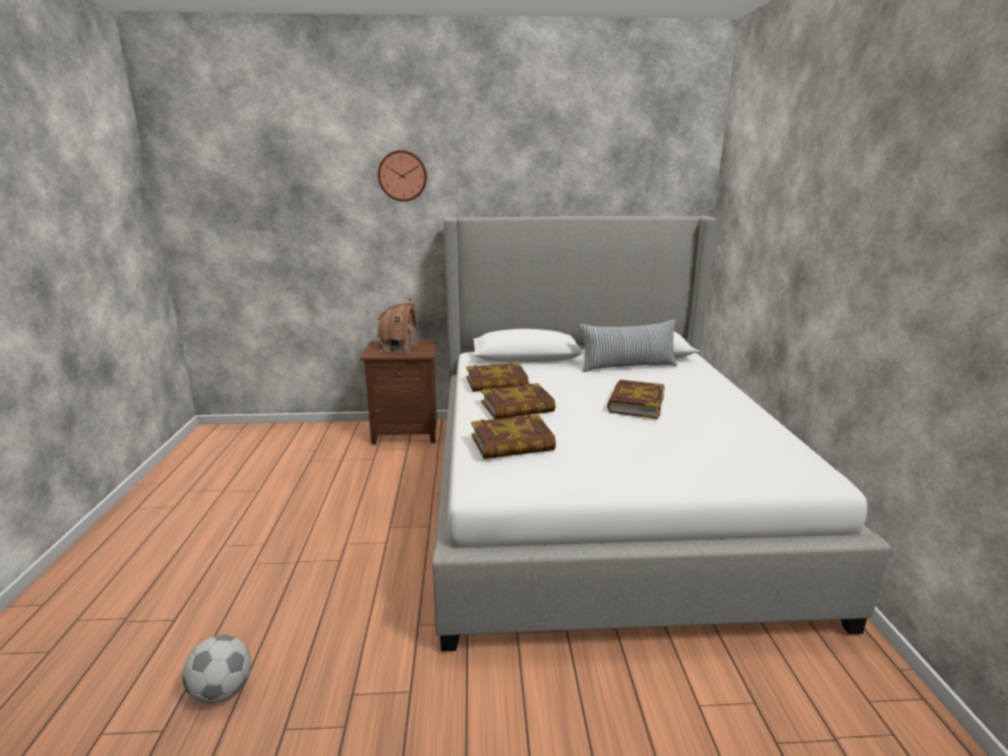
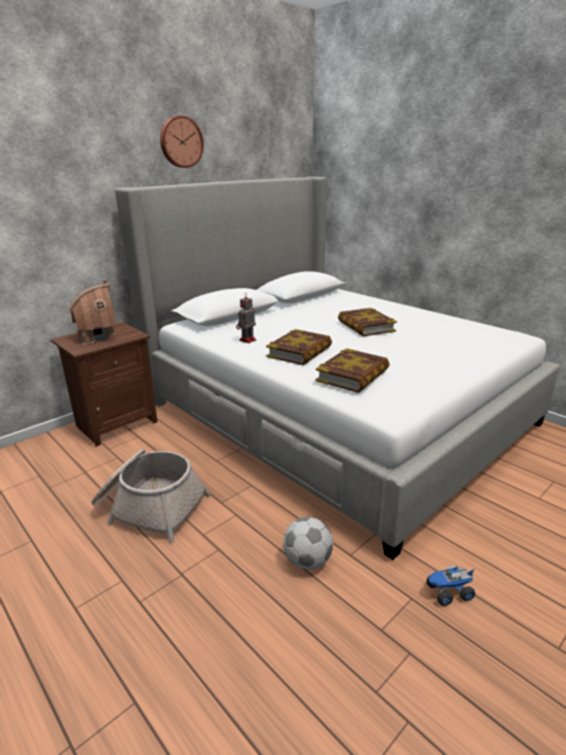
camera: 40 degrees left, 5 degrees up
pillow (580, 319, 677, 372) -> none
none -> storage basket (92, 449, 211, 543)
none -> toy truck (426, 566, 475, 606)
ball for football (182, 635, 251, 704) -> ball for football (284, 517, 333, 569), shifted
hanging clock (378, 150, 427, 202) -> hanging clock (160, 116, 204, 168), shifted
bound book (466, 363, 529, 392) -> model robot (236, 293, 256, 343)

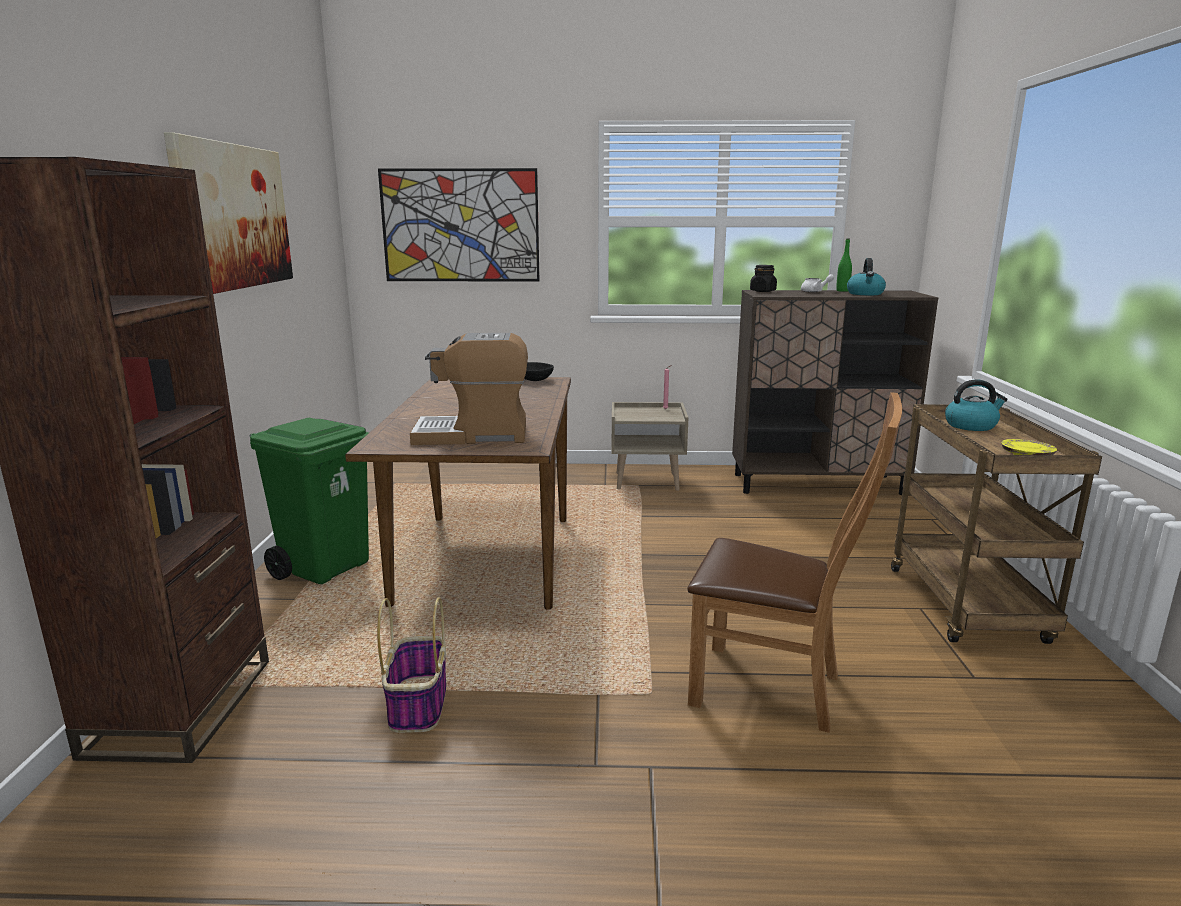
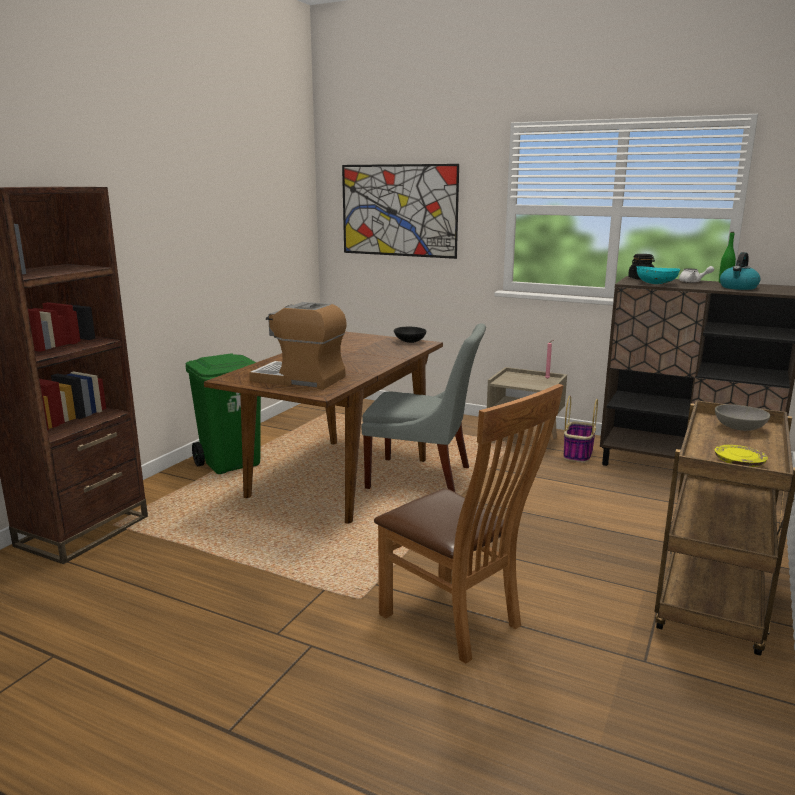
camera: 25 degrees right, 0 degrees up
wall picture (164, 132, 293, 294) -> none
none -> chair (grey) (362, 323, 486, 493)
none -> deep dish (turquoise-coloured) (636, 266, 680, 284)
storage basket (377, 598, 446, 733) -> storage basket (564, 396, 598, 463), shifted
kettle (945, 379, 1008, 431) -> deep dish (grey) (715, 404, 770, 431)

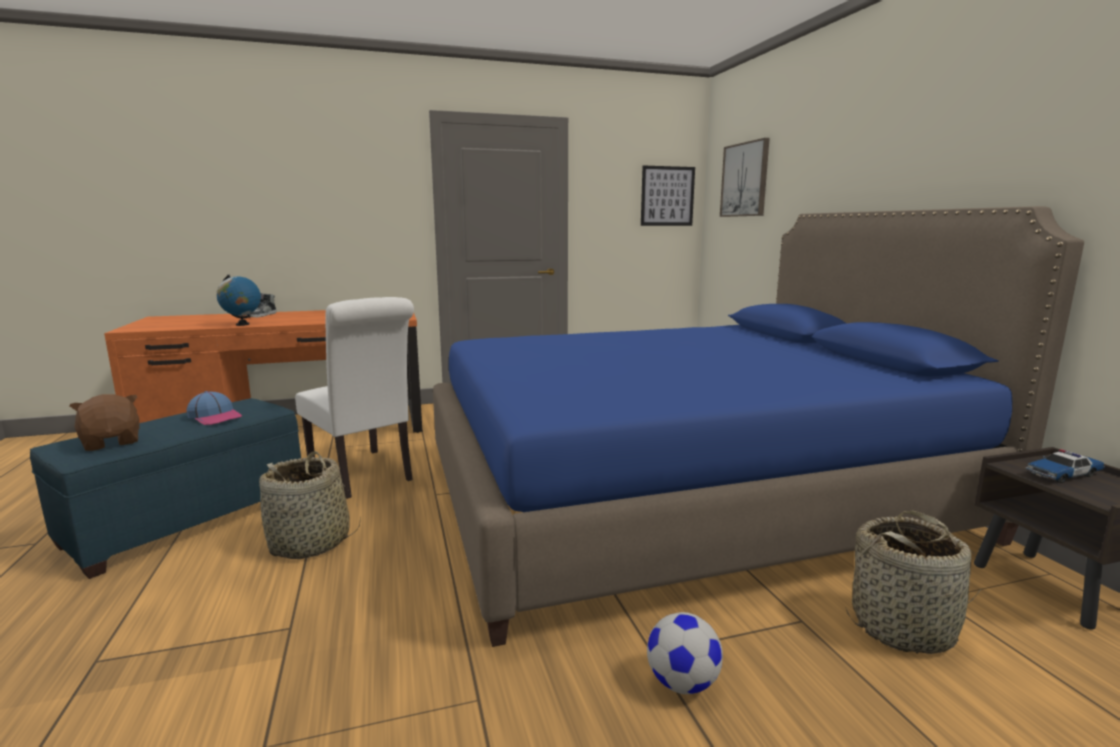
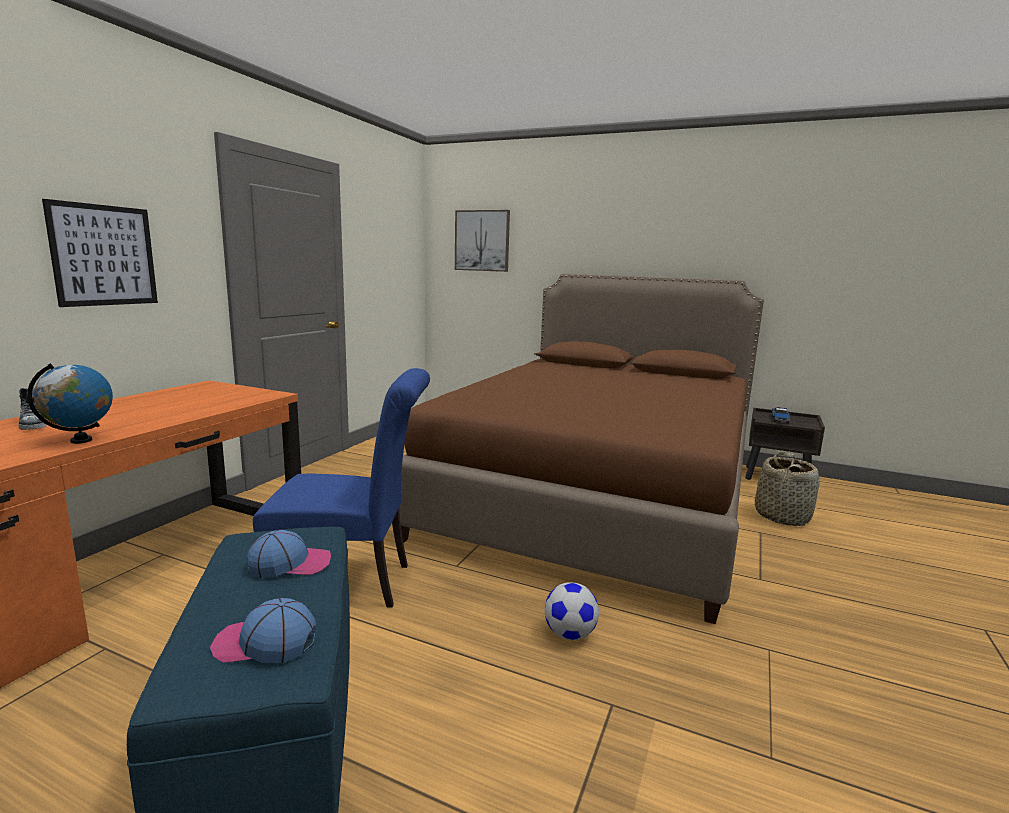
camera: 50 degrees left, 0 degrees up
storage basket (259, 451, 361, 559) -> none
wall picture (641, 166, 695, 226) -> wall picture (42, 199, 158, 307), shifted
ball for football (647, 612, 723, 694) -> ball for football (545, 582, 599, 640), shifted
soft toy (brown-coloured) (70, 394, 140, 451) -> baseball cap (210, 598, 316, 663)
chair (white) (295, 297, 414, 499) -> chair (bluish) (253, 368, 430, 608)
bed (bluish) (433, 206, 1084, 647) -> bed (brown-coloured) (399, 274, 764, 624)

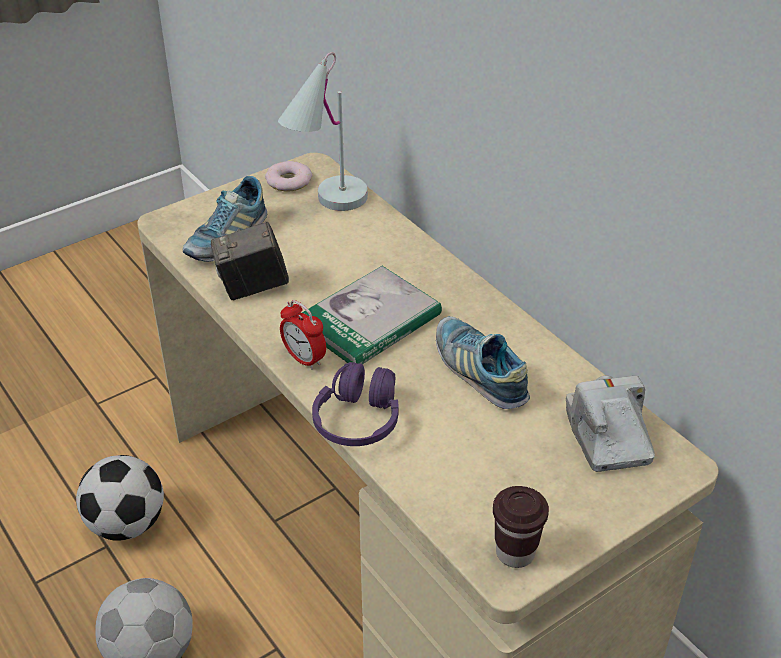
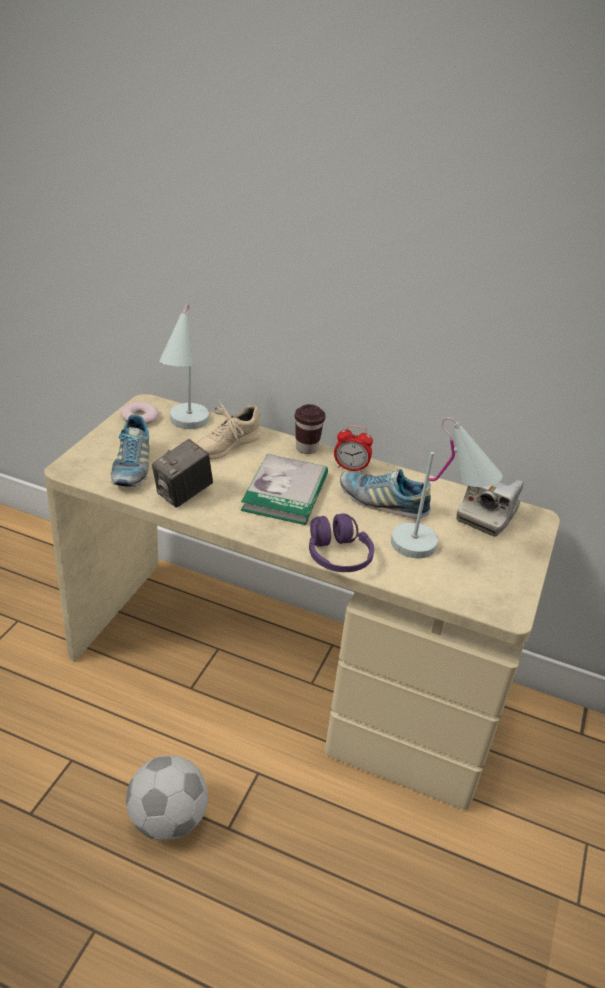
camera: 35 degrees left, 5 degrees down
ball for football (76, 455, 164, 541) -> none
none -> shoe (sand-coloured) (196, 401, 260, 459)
none -> table lamp (white) (391, 417, 503, 558)
bedside clock (280, 300, 326, 370) -> bedside clock (334, 425, 373, 472), shifted
cup (brown-coloured) (493, 486, 549, 568) -> cup (brown-coloured) (295, 404, 326, 454), shifted
photo camera (566, 376, 655, 472) -> photo camera (456, 480, 523, 537), 105 degrees counterclockwise

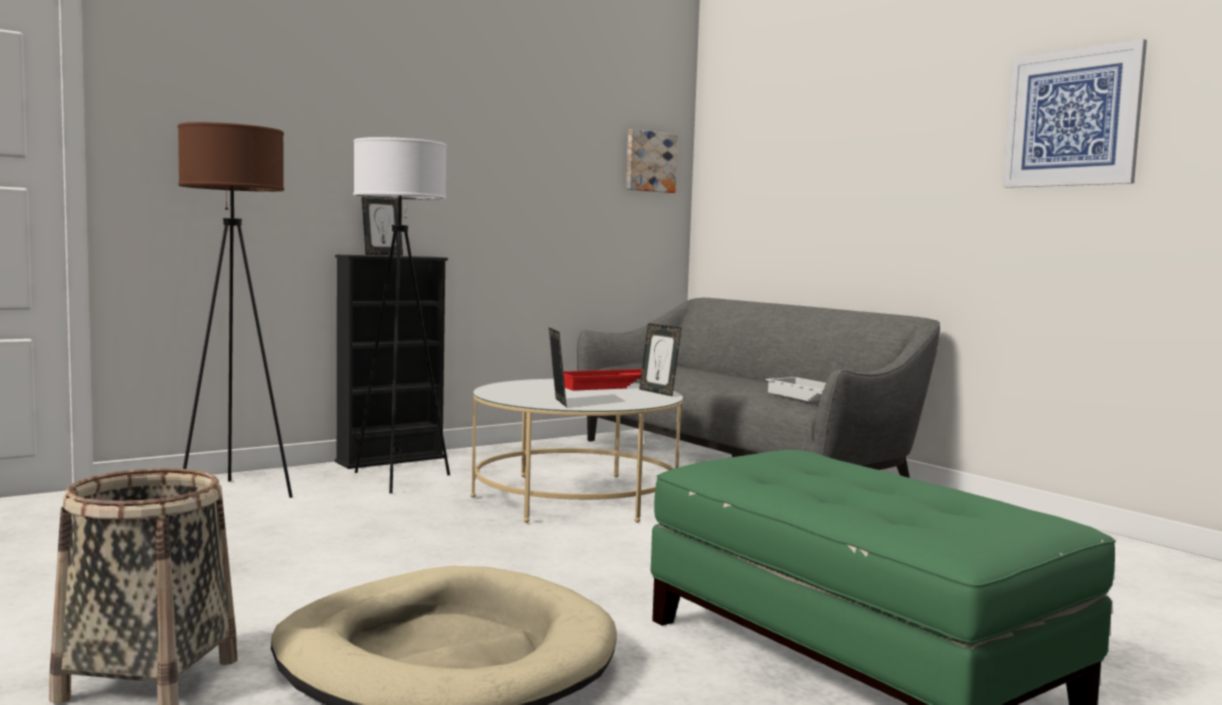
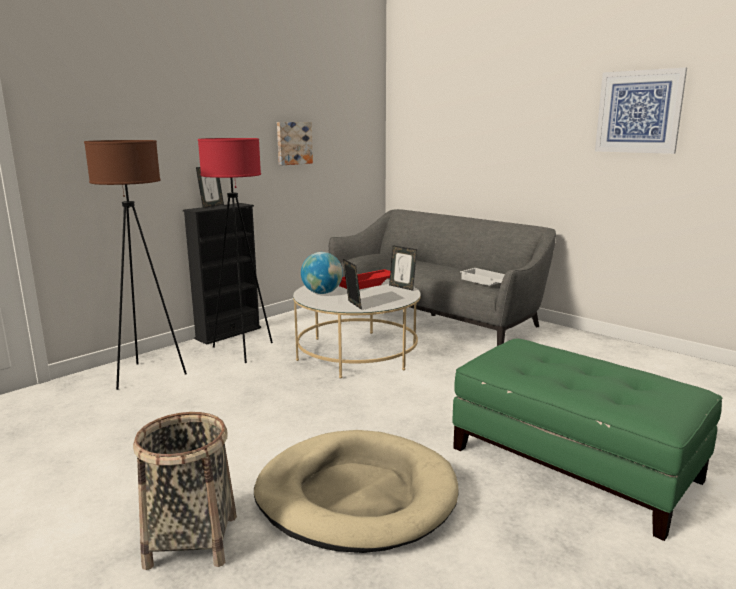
camera: 10 degrees left, 10 degrees up
none -> desk globe (301, 252, 343, 294)
wall picture (626, 129, 678, 193) -> wall picture (277, 122, 313, 165), shifted
standard lamp (white) (353, 137, 450, 493) -> standard lamp (red-coloured) (198, 138, 273, 363)

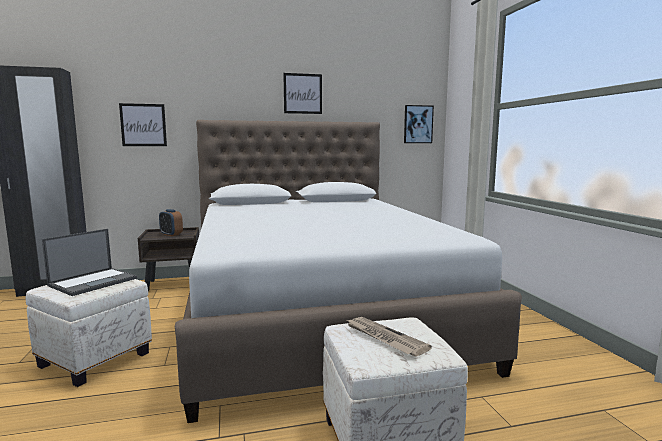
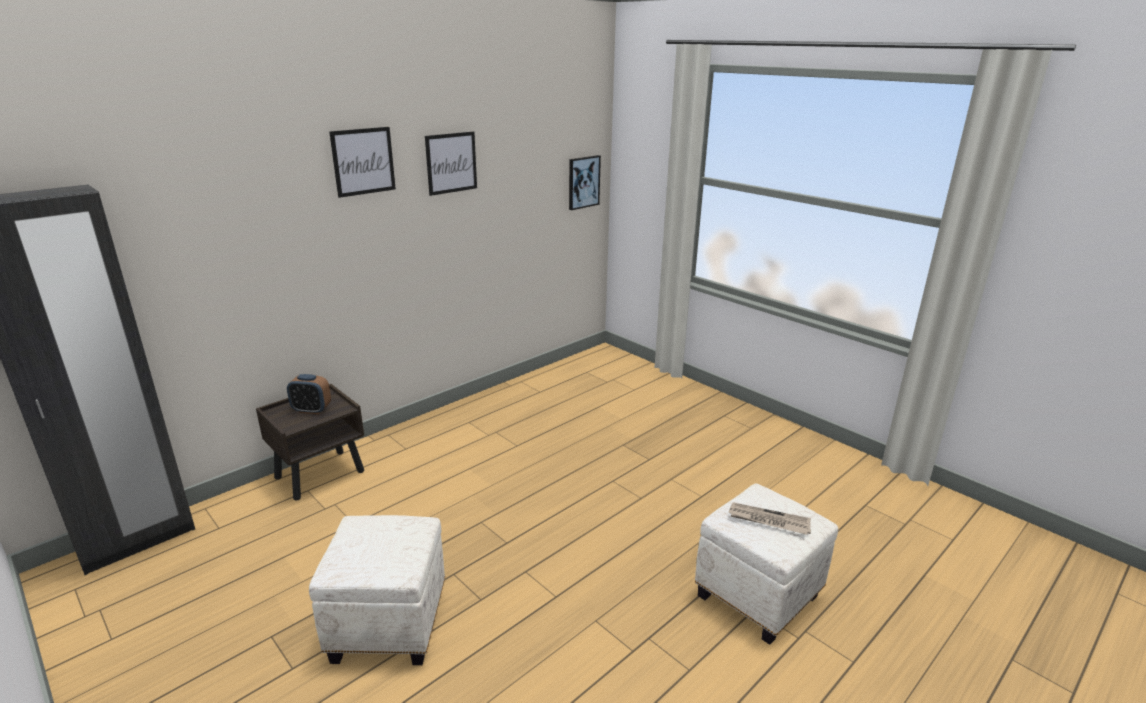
camera: 30 degrees left, 15 degrees up
portable computer (42, 229, 137, 296) -> none
bed (white) (175, 120, 522, 423) -> none
wall picture (119, 103, 167, 146) -> wall picture (329, 127, 396, 198), shifted

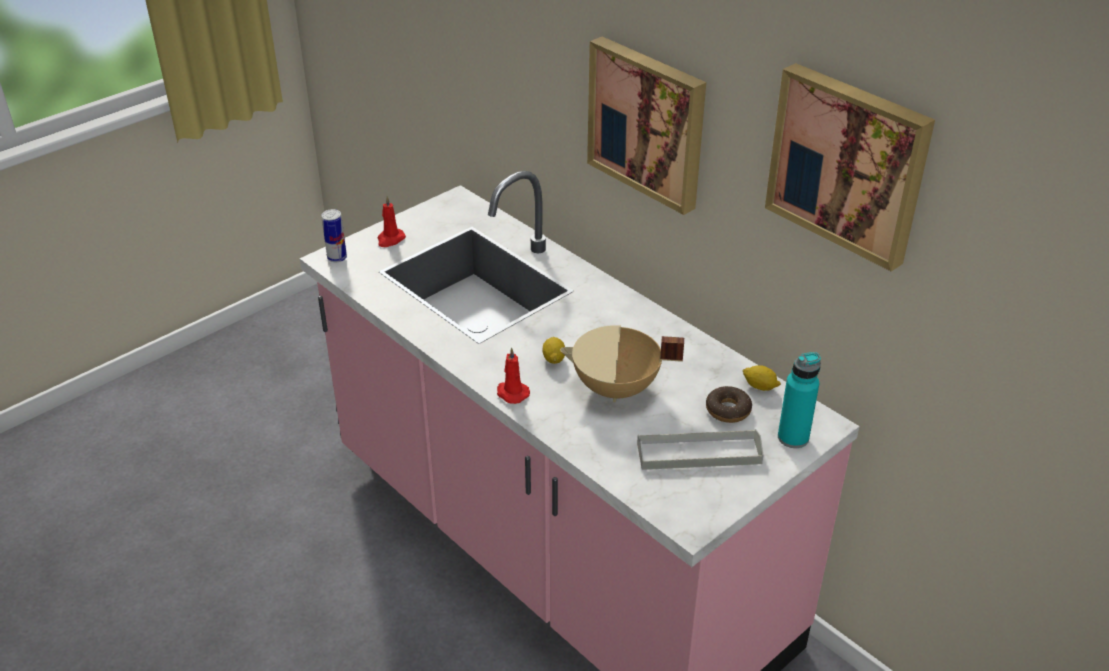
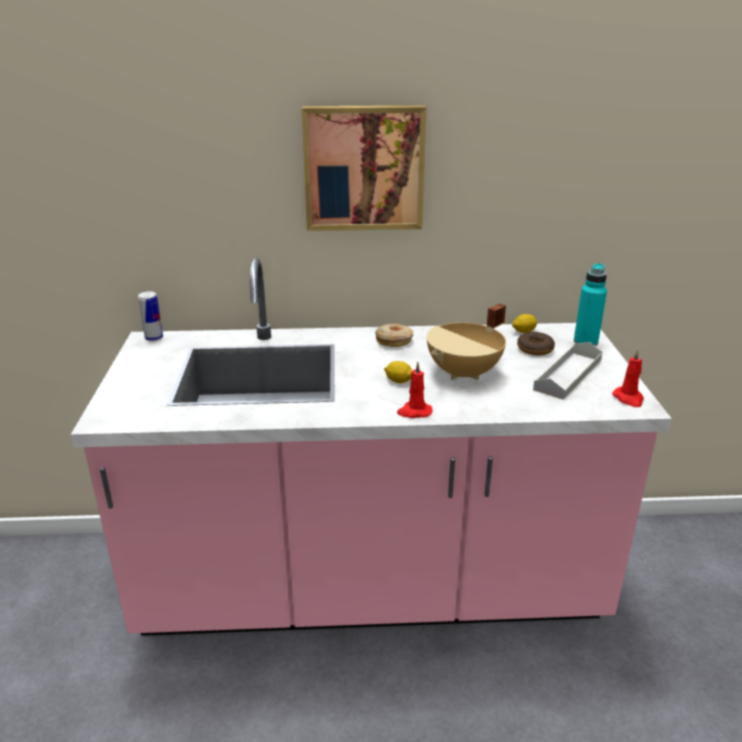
camera: 50 degrees left, 10 degrees down
wall picture (765, 63, 935, 272) -> none
none -> donut (375, 324, 413, 347)
can (321, 209, 347, 263) -> can (138, 291, 163, 341), shifted
wax light (red-coloured) (378, 196, 406, 247) -> wax light (red-coloured) (612, 349, 644, 407), shifted

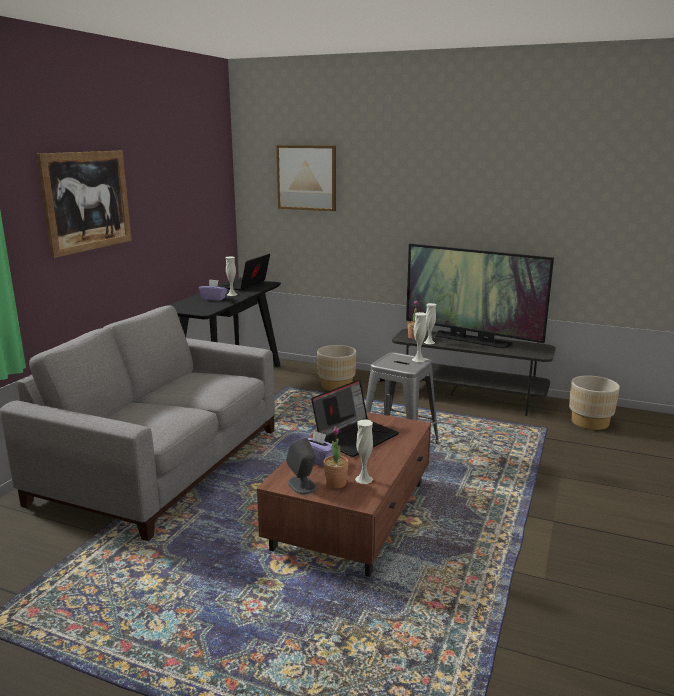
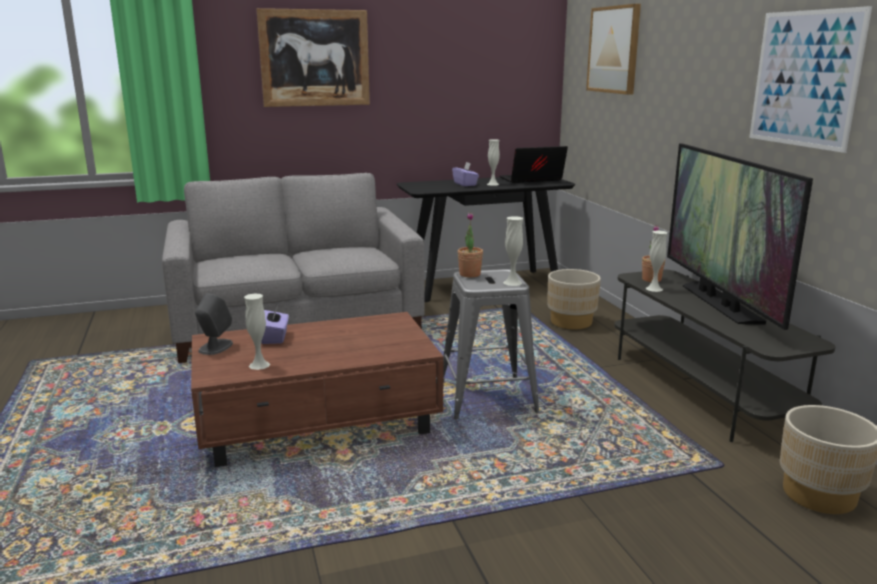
camera: 50 degrees right, 0 degrees up
portable computer (311, 379, 399, 457) -> none
none -> wall picture (749, 6, 872, 153)
houseplant (323, 426, 349, 489) -> houseplant (458, 212, 483, 277), shifted

